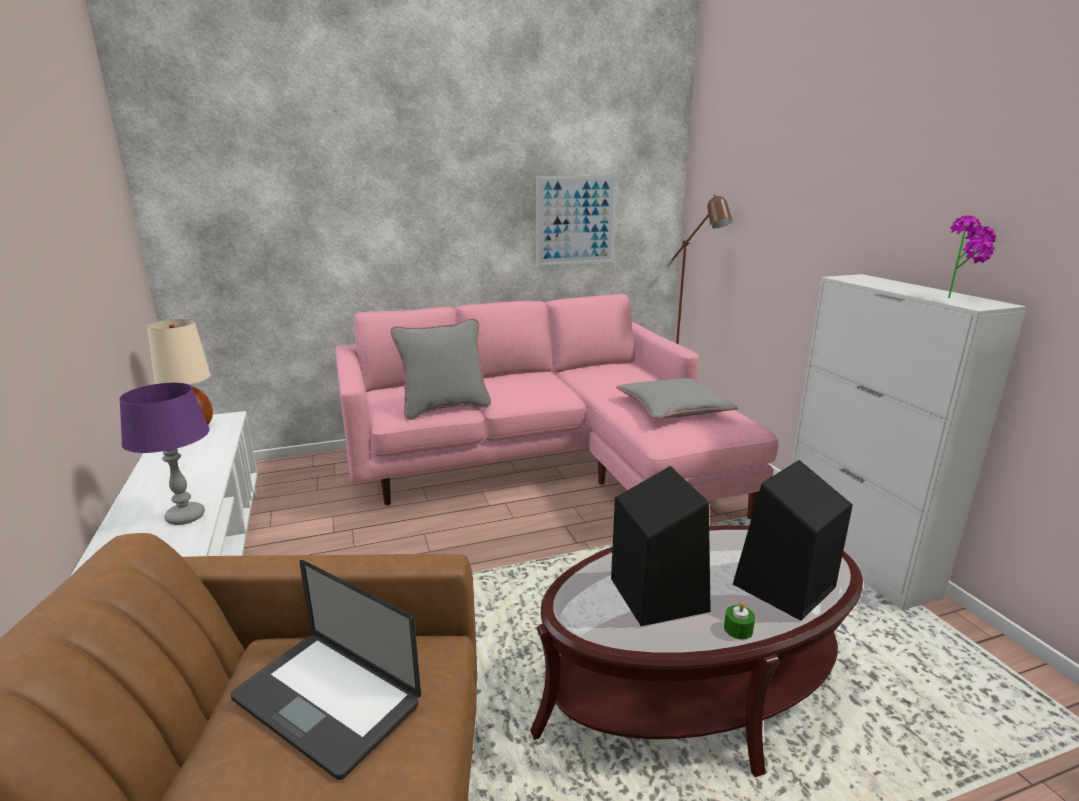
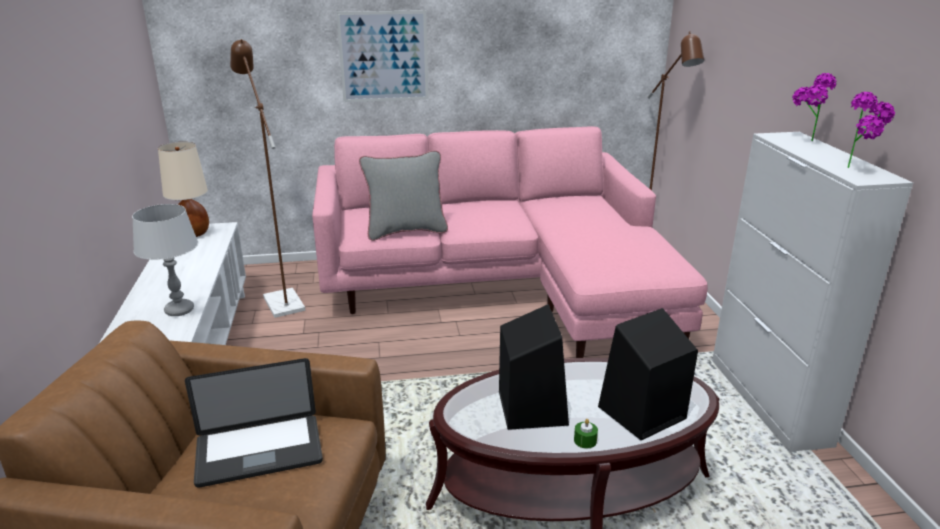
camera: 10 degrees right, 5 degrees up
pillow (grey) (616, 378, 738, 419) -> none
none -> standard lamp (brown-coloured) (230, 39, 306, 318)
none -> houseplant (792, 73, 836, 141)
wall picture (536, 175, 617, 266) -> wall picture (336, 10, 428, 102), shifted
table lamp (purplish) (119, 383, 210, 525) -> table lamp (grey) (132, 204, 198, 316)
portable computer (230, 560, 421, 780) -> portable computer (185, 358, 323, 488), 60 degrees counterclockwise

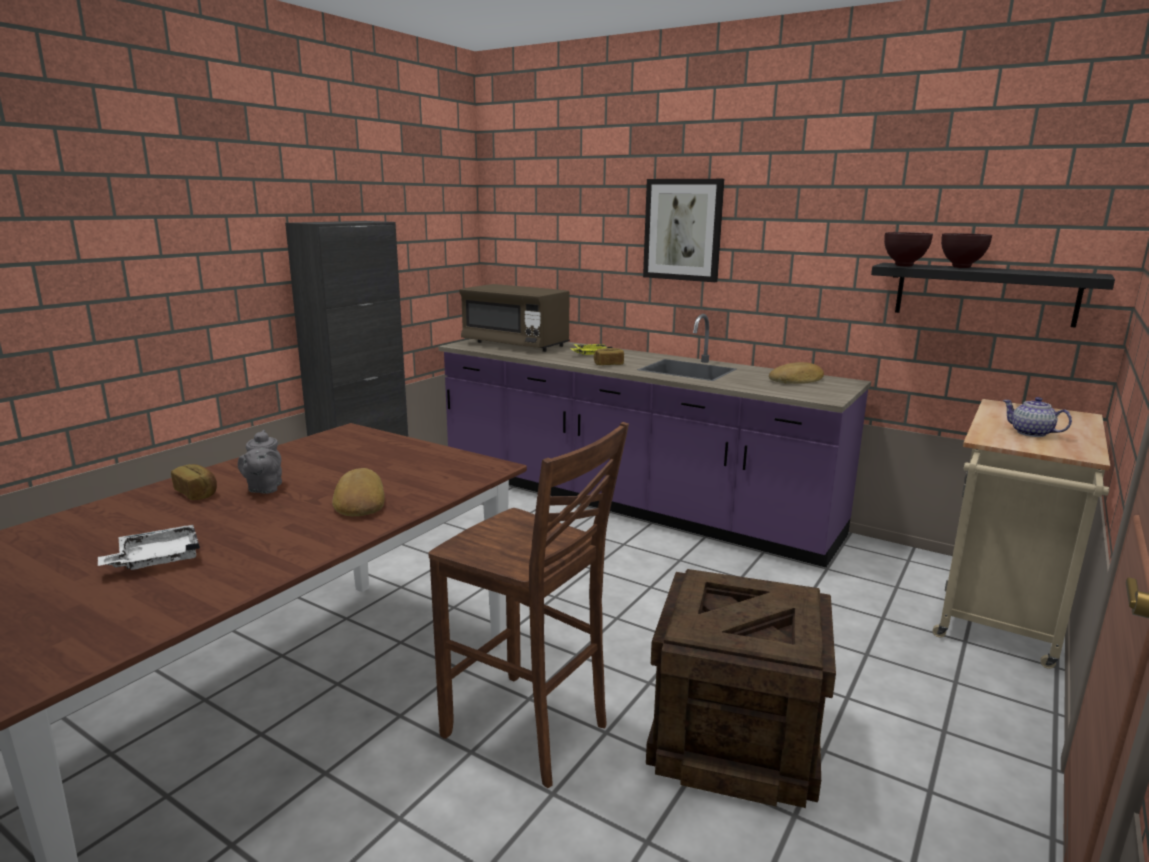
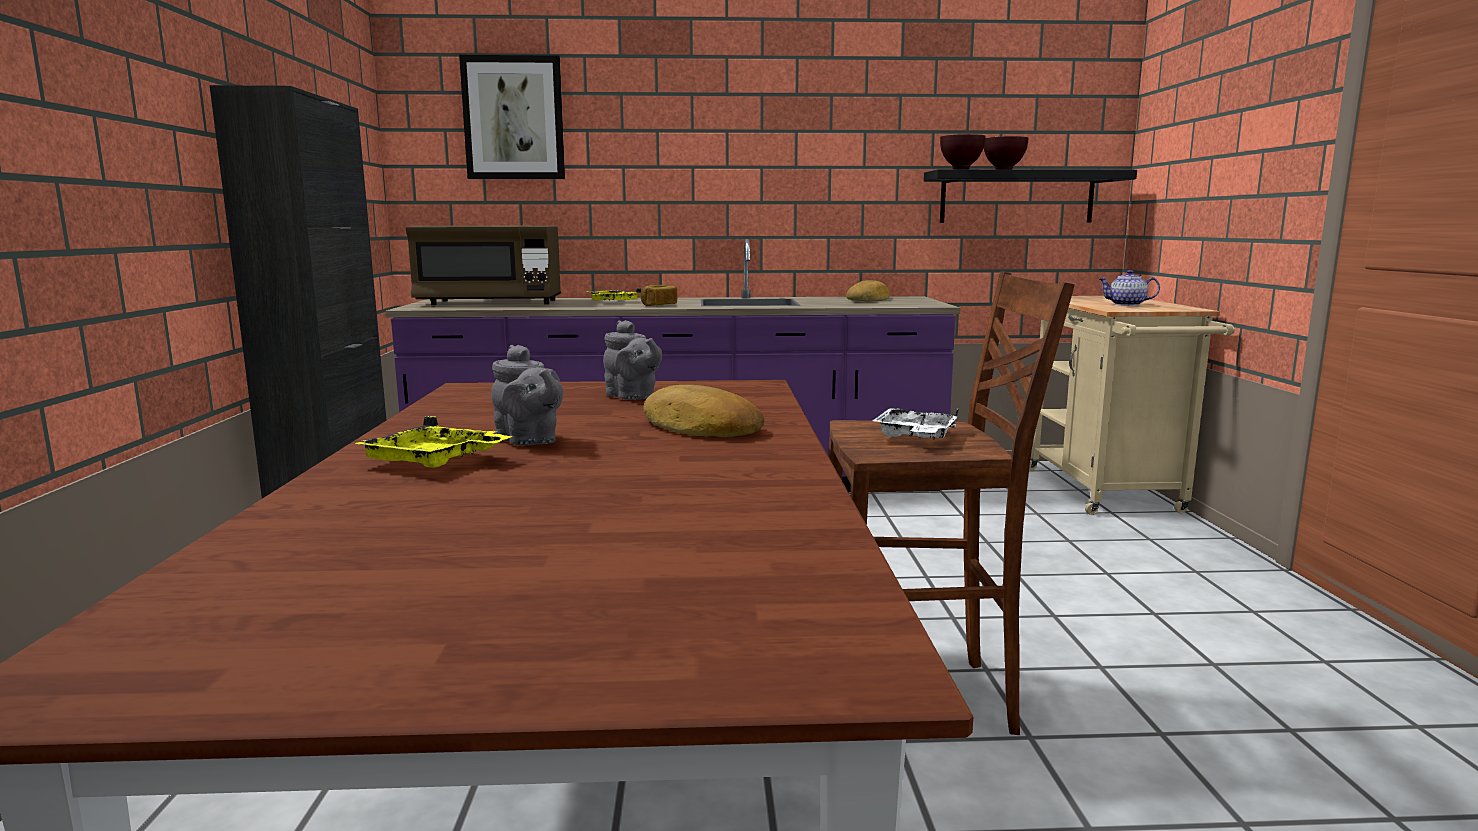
camera: 35 degrees left, 5 degrees down
shipping crate (646, 569, 836, 808) -> none
none -> tea pot (grey) (603, 320, 662, 400)
tray (white) (98, 525, 200, 570) -> tray (white) (872, 408, 959, 440), shifted
wall picture (643, 179, 724, 282) -> wall picture (459, 55, 565, 179), shifted
bakery bread (171, 464, 217, 500) -> tray (yellowish) (354, 416, 512, 468)

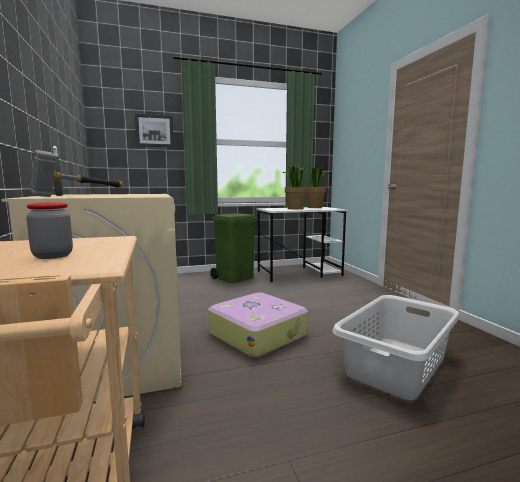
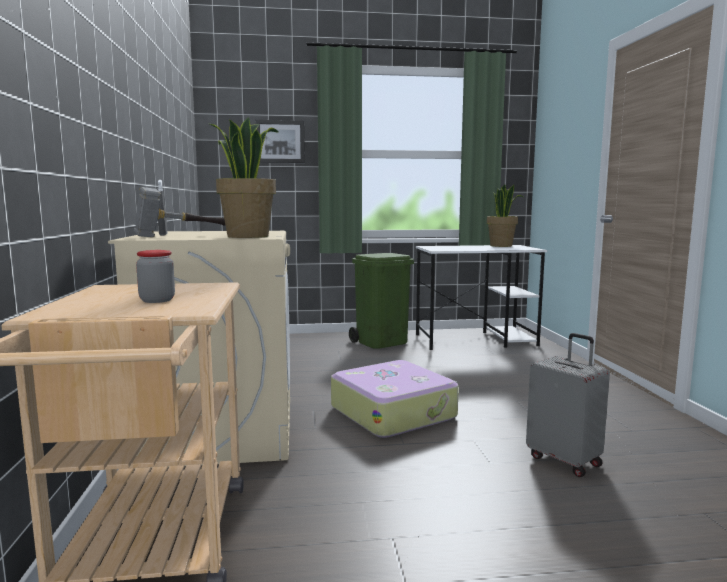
camera: 10 degrees right, 0 degrees up
houseplant (283, 164, 307, 209) -> houseplant (208, 117, 278, 238), shifted
hamper (grey) (332, 295, 460, 400) -> piece of luggage (grey) (526, 333, 610, 477)

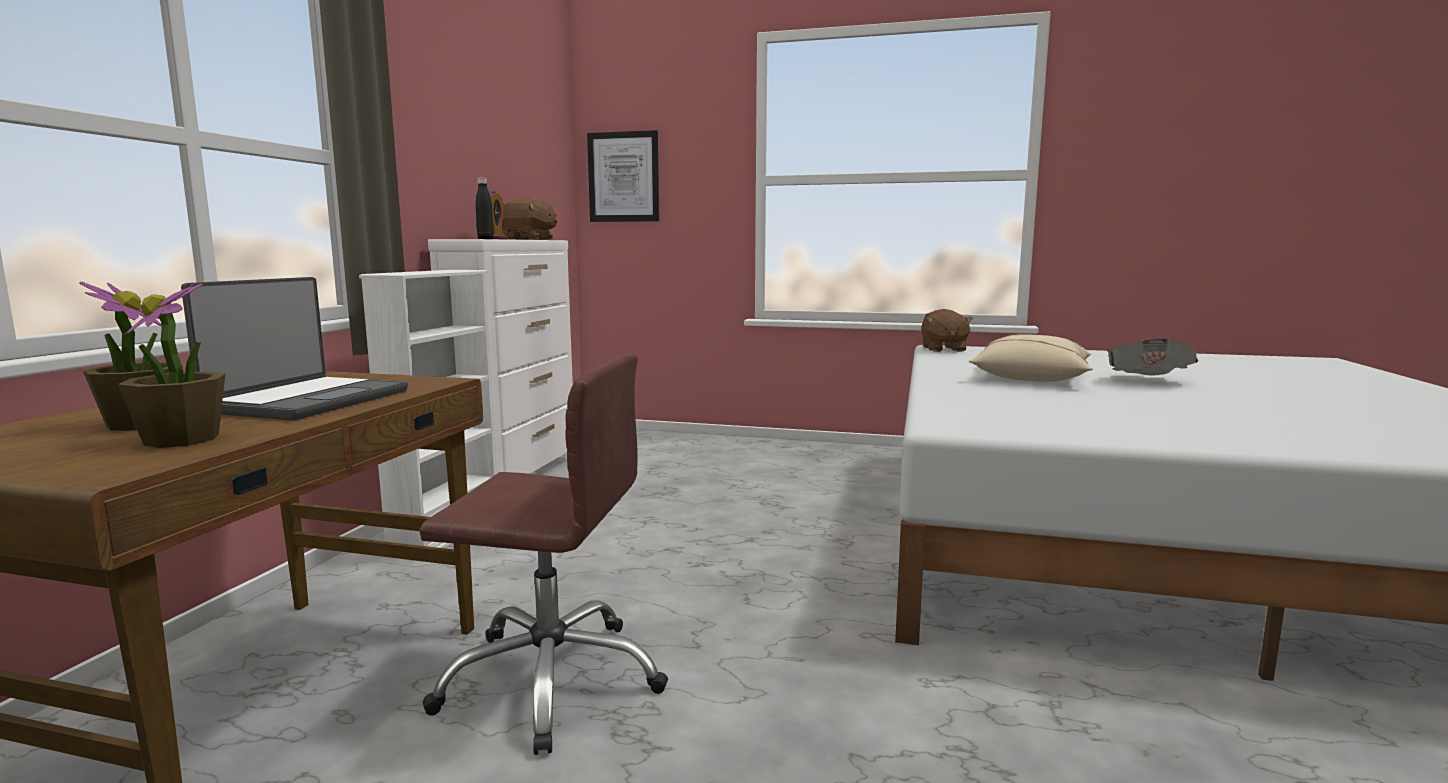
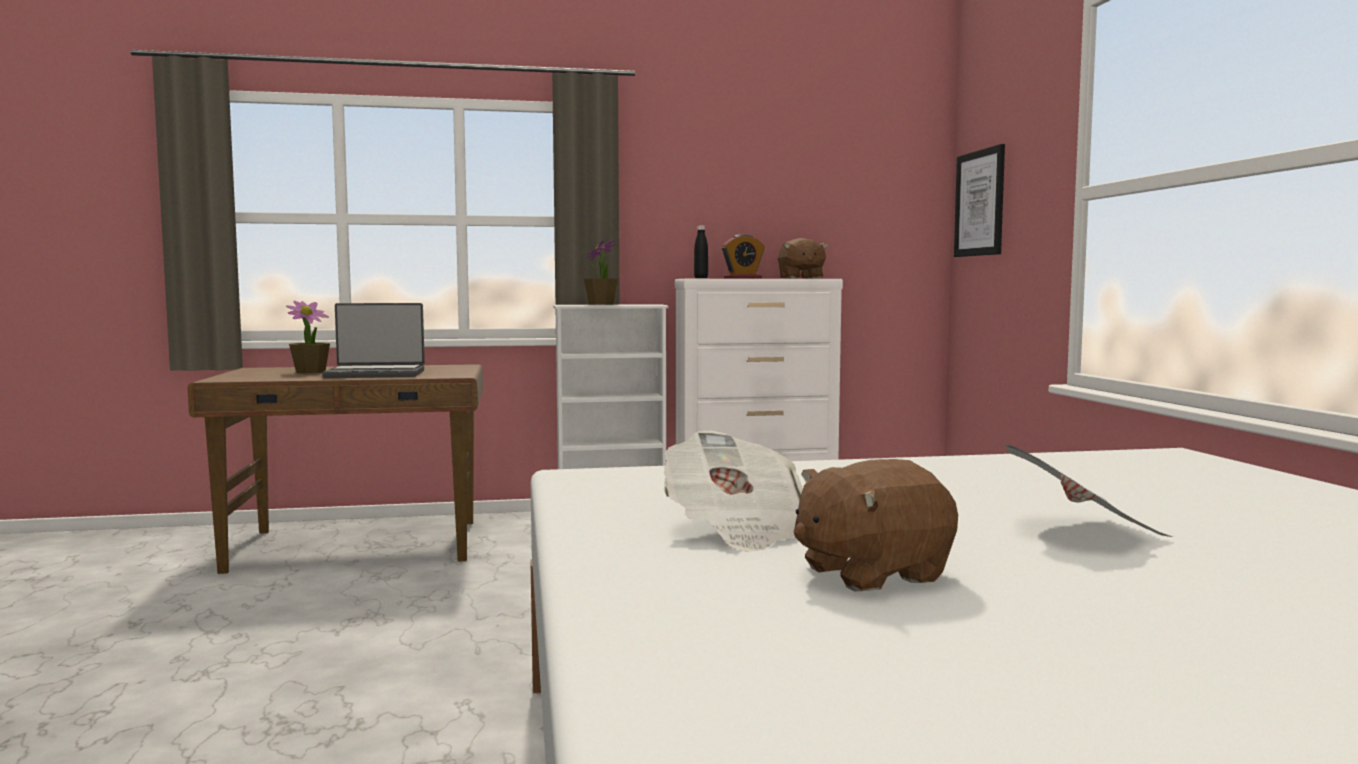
camera: 65 degrees right, 5 degrees down
desk chair (brown-coloured) (419, 353, 668, 755) -> none
pillow (sand-coloured) (969, 334, 1093, 382) -> none
none -> printed paper (663, 430, 802, 552)
houseplant (118, 282, 225, 448) -> houseplant (584, 240, 618, 305), shifted
soft toy (brown-coloured) (921, 309, 973, 352) -> soft toy (brown-coloured) (794, 459, 958, 591), shifted

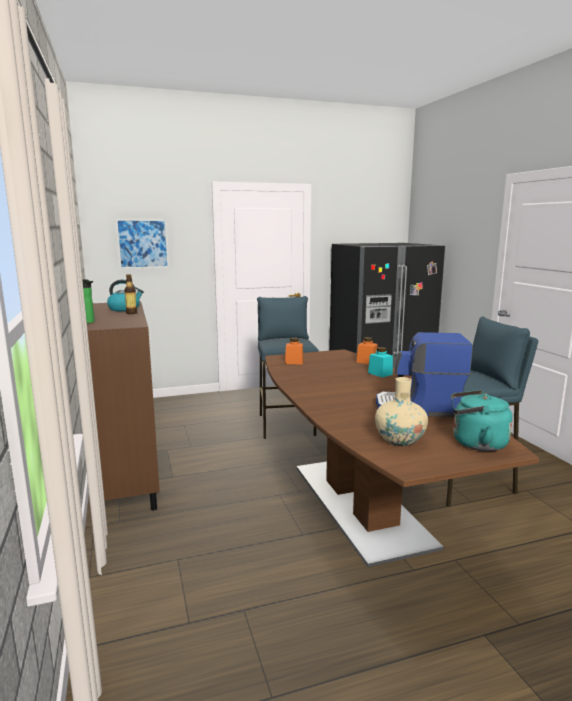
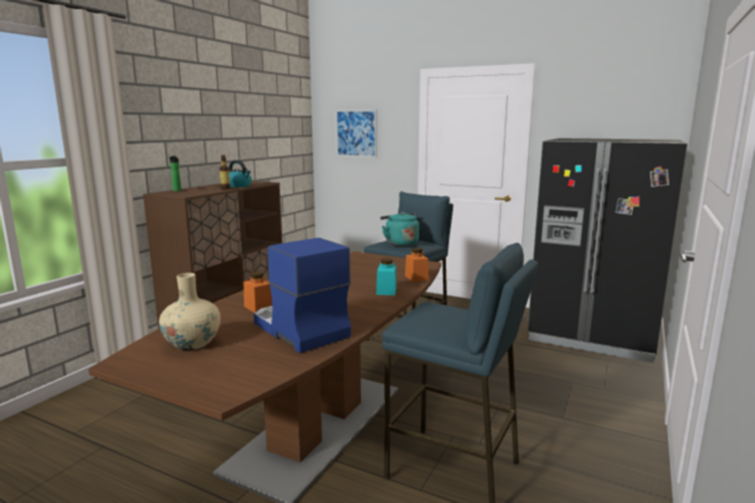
camera: 45 degrees right, 0 degrees up
jar (orange-coloured) (285, 337, 303, 365) -> jar (orange-coloured) (244, 272, 272, 313), shifted
kettle (turquoise-coloured) (451, 390, 513, 451) -> kettle (turquoise-coloured) (380, 212, 419, 246), shifted

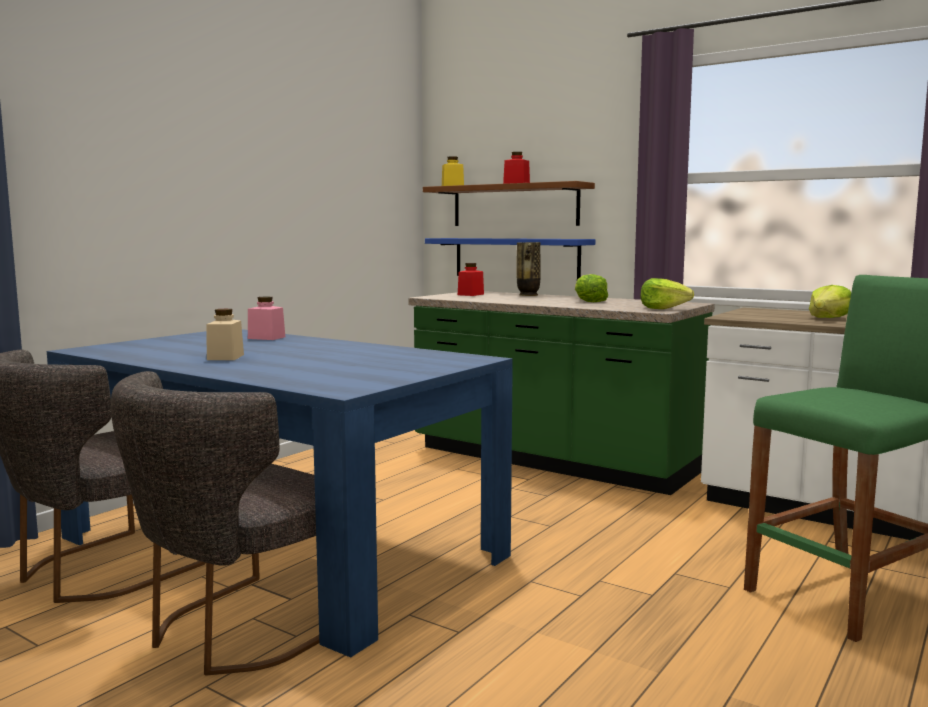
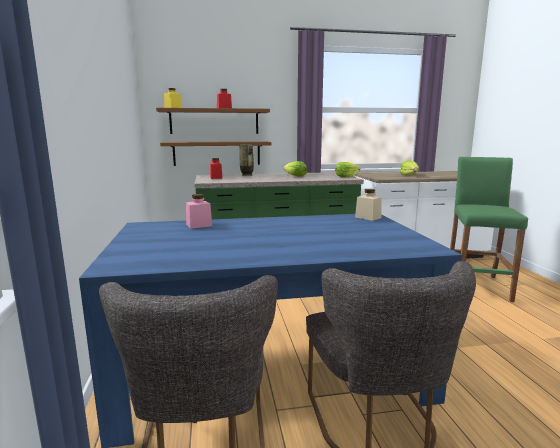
camera: 45 degrees left, 5 degrees up
jar (sand-coloured) (206, 309, 244, 360) -> jar (sand-coloured) (355, 189, 382, 221), shifted
wall shelf (bluish) (425, 238, 595, 280) -> wall shelf (brown-coloured) (160, 141, 271, 166)

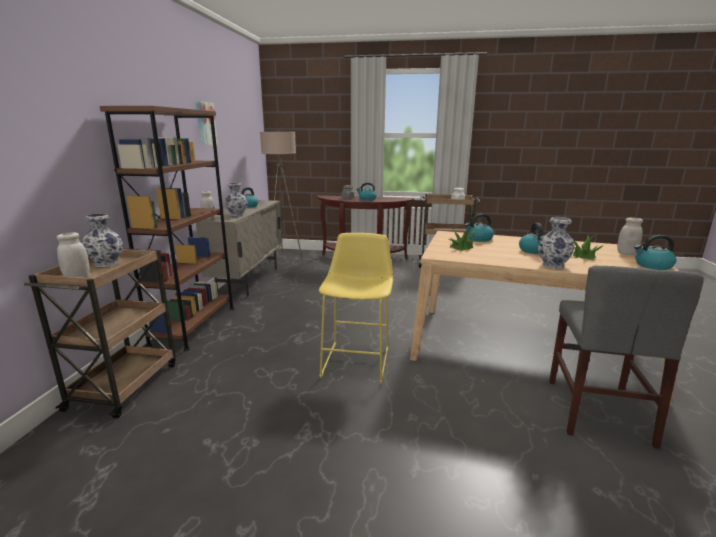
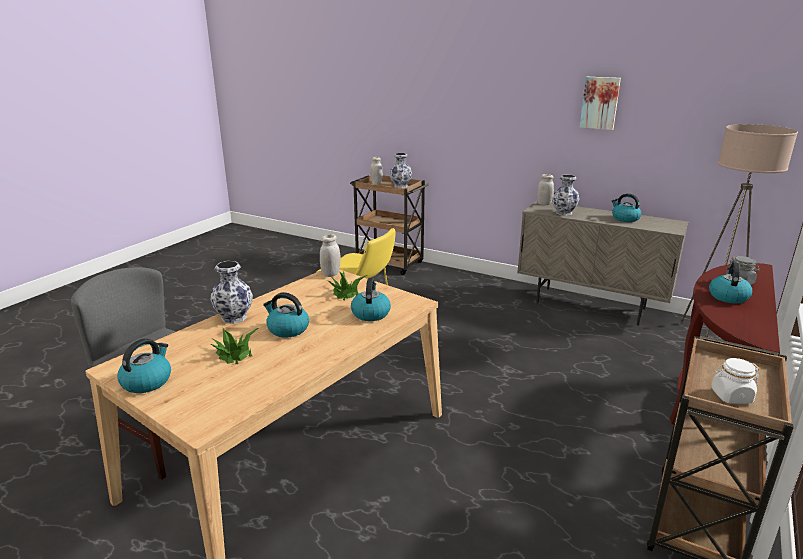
camera: 110 degrees right, 5 degrees up
bookcase (brown-coloured) (100, 106, 234, 351) -> none
jar (white) (617, 218, 643, 255) -> jar (white) (320, 234, 341, 277), shifted

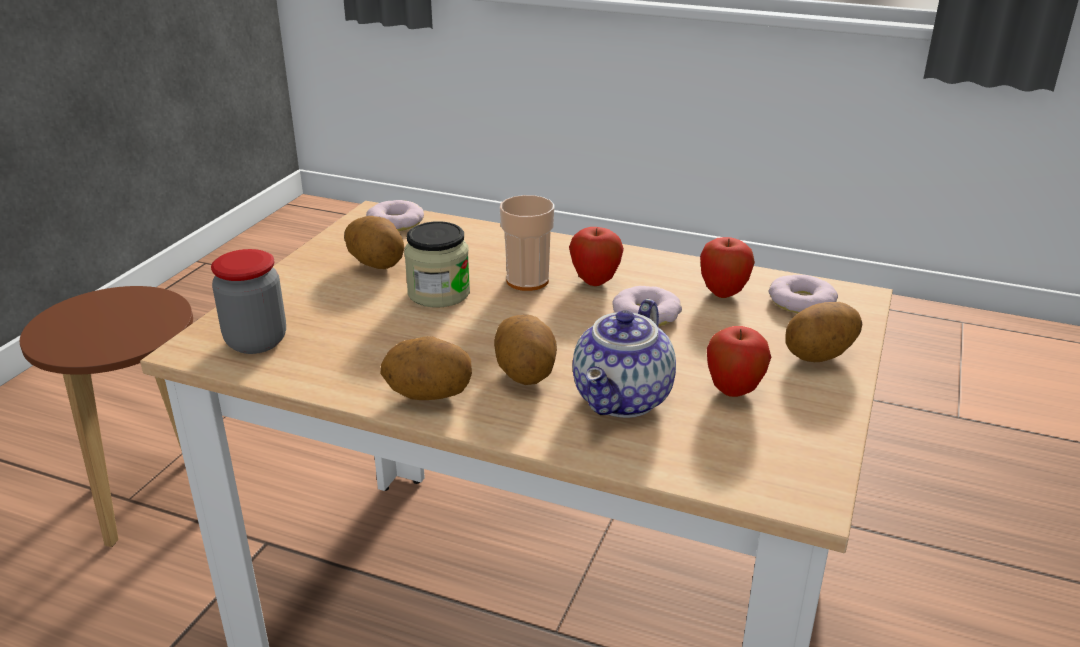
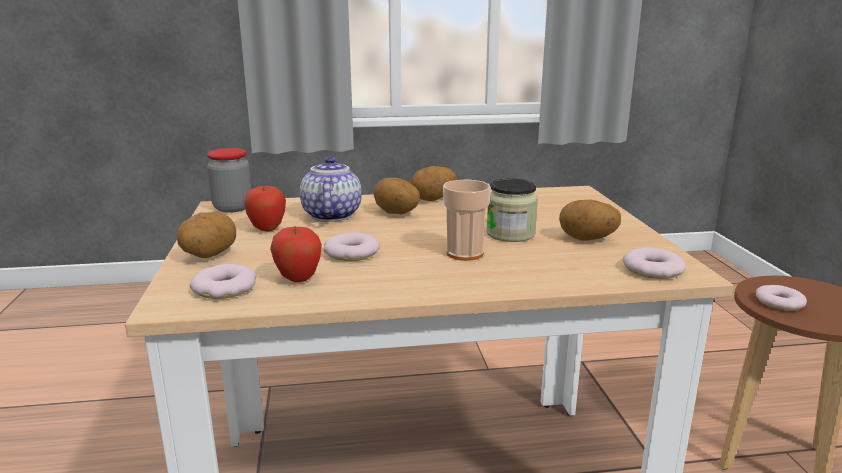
camera: 150 degrees right, 10 degrees down
apple fruit (569, 227, 624, 286) -> none
none -> donut (756, 285, 807, 311)
jar (211, 249, 286, 354) -> jar (207, 148, 252, 213), shifted

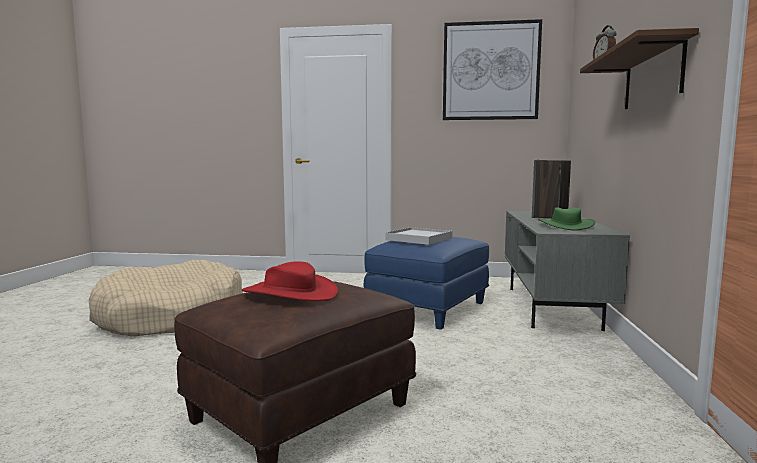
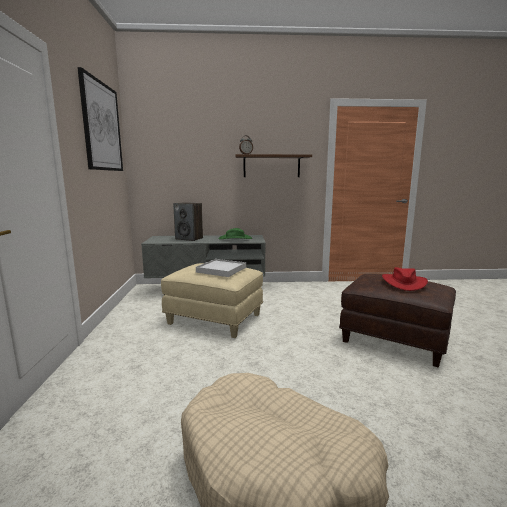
camera: 100 degrees left, 5 degrees up
ottoman (bluish) (364, 237, 489, 330) -> ottoman (sand-coloured) (161, 263, 263, 338)

